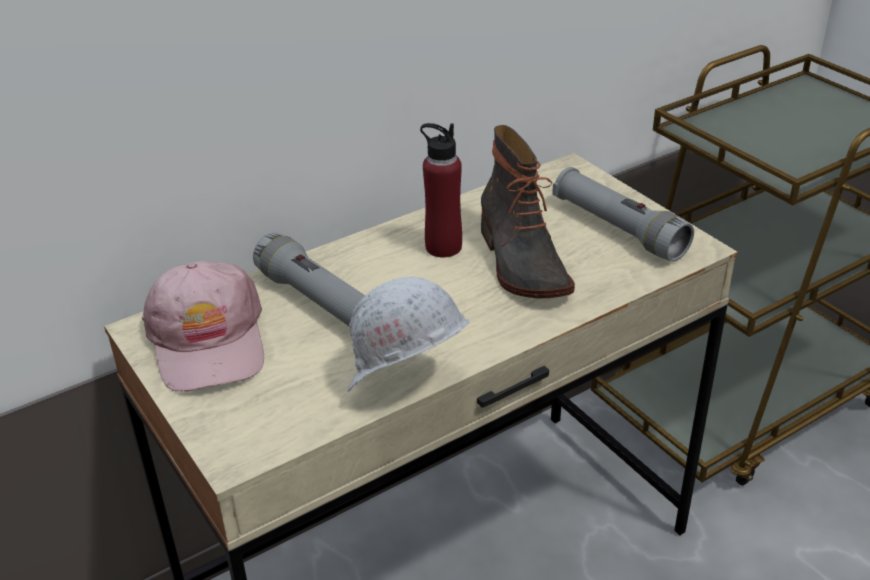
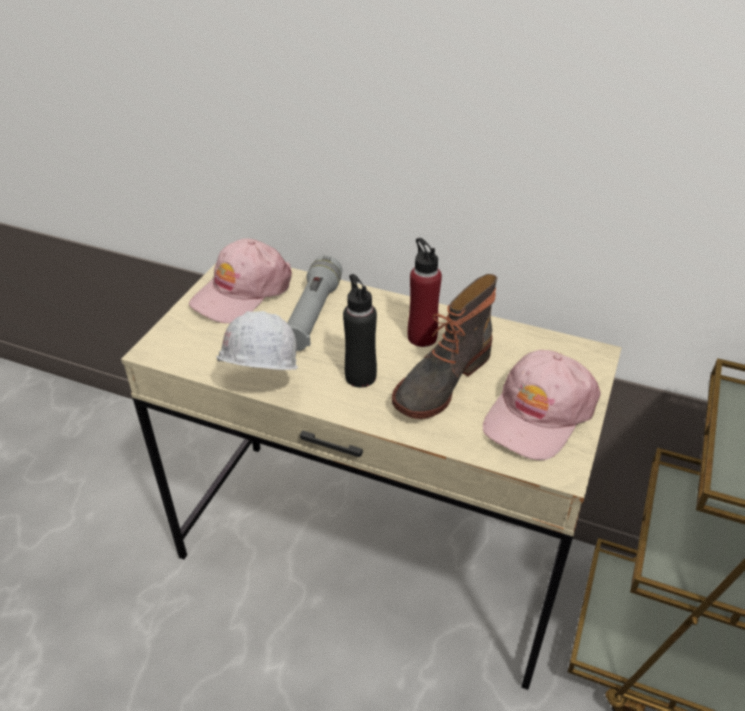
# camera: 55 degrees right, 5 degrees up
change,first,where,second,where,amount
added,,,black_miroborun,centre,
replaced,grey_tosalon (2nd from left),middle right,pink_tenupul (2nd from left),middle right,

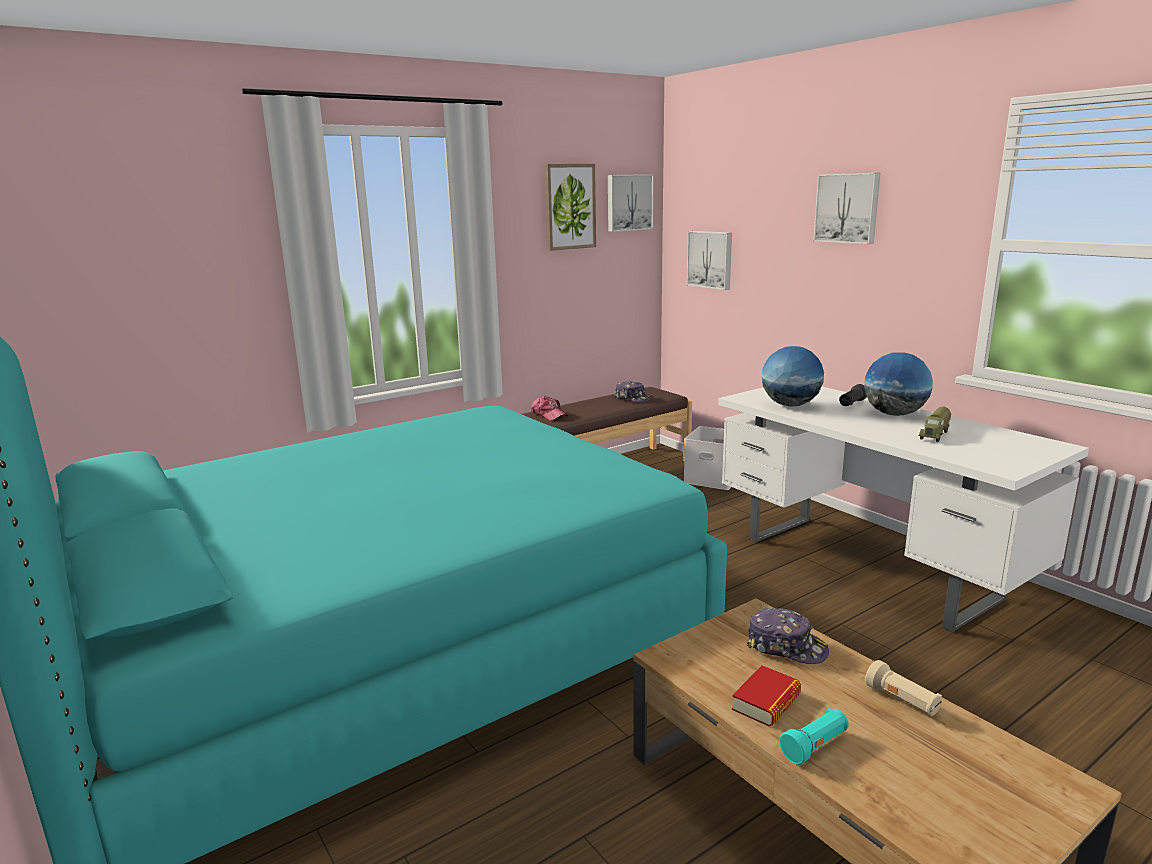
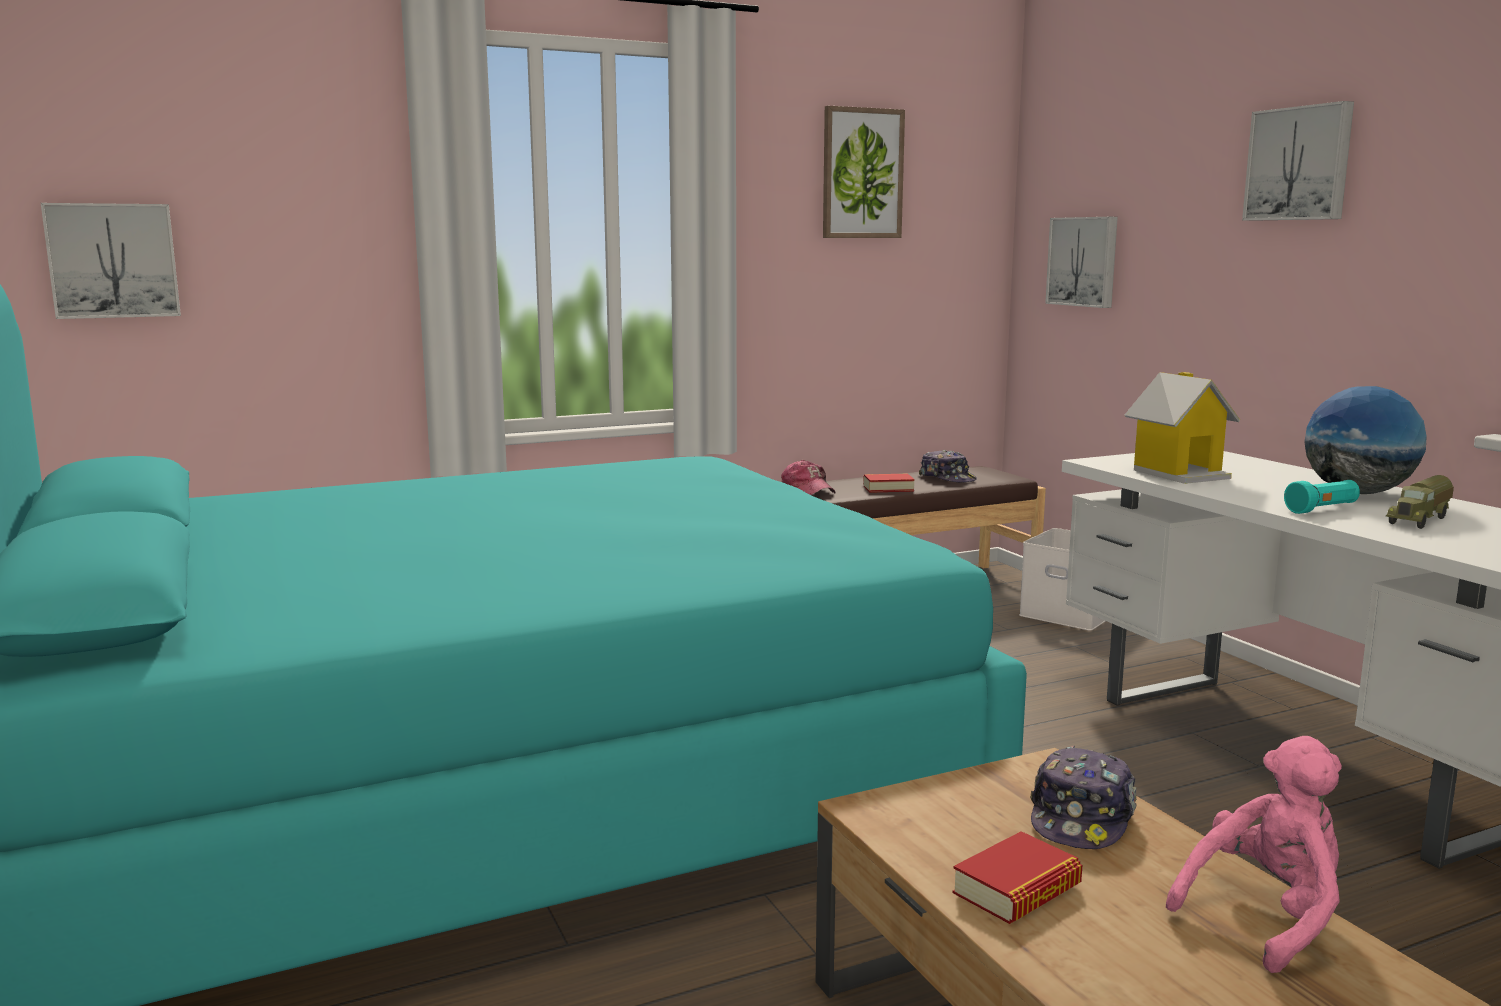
# camera: 10 degrees right, 5 degrees down
change,first,where,second,where,amount
removed,black_tosalon,middle right,,,
added,,,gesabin (1st from left),centre,
moved,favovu (2nd from left in the first image),top centre,favovu (1st from left),top left,
moved,turquoise_tosalon,bottom right,,middle right,
replaced,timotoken (1st from left),middle right,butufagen,middle right,
replaced,beige_tosalon,bottom right,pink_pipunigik,bottom right,
turned,tenupul (3rd from left),bottom right,,bottom right,75 degrees clockwise

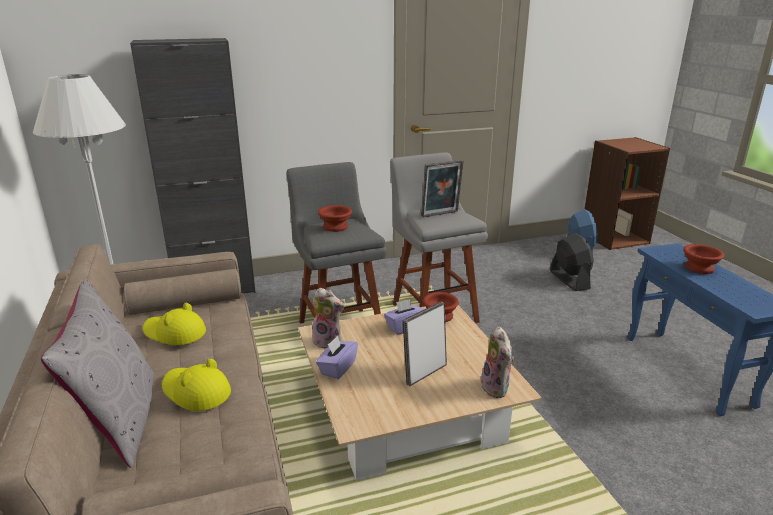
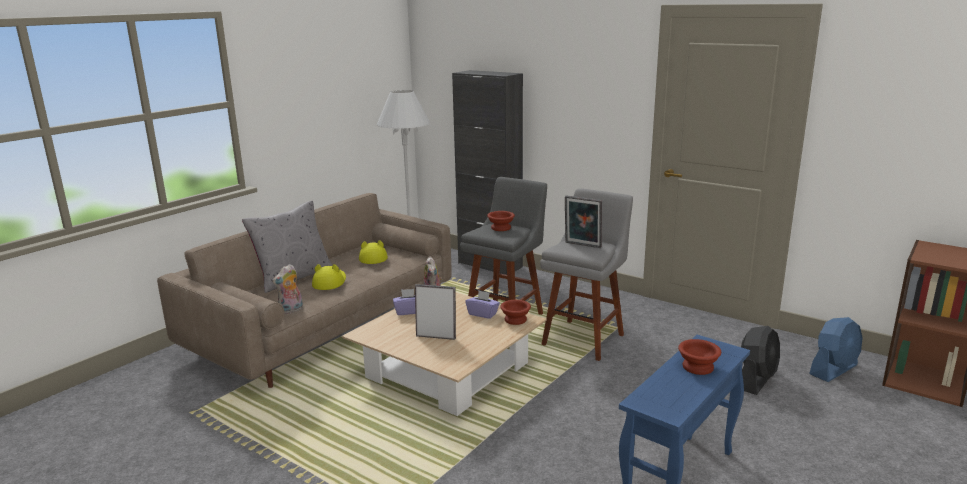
# camera: 55 degrees right, 5 degrees down
change,first,where,second,where,amount
moved,pipunigik (2nd from left in the first image),bottom centre,pipunigik (1st from left),middle left,

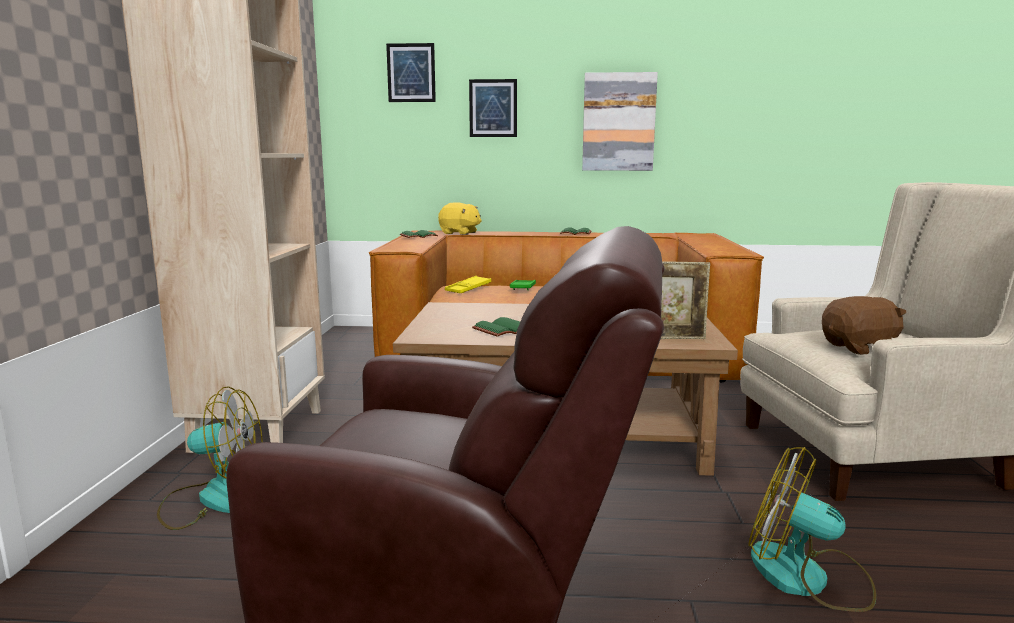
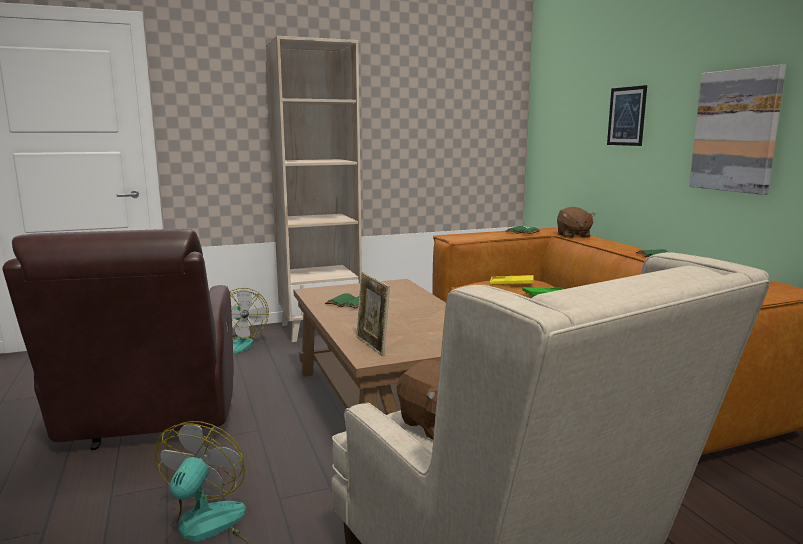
# camera: 65 degrees right, 0 degrees up
change,first,where,second,where,amount
removed,favovu (1st from left),top centre,,,
recoloured,yellow_pipunigik,centre,brown_pipunigik (2nd from left),middle right,

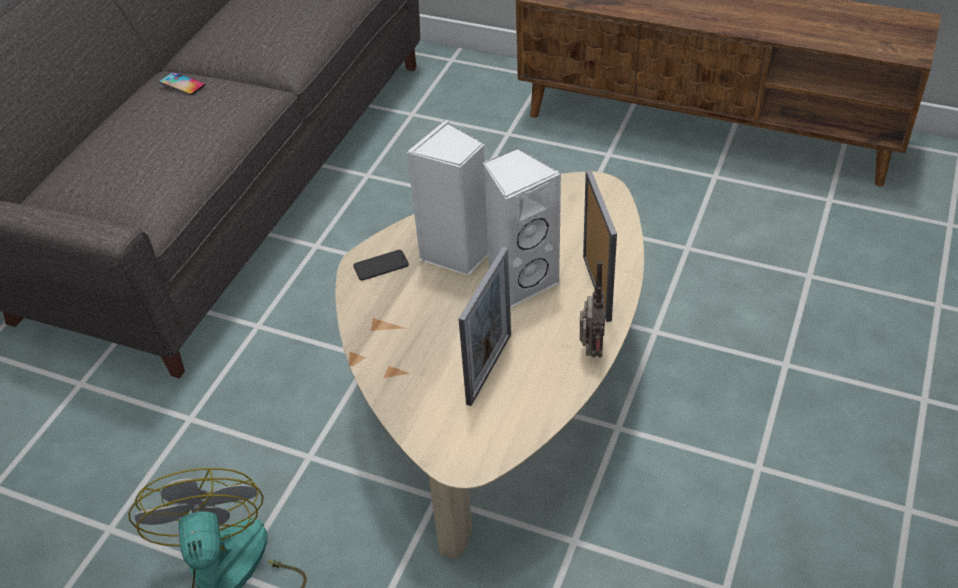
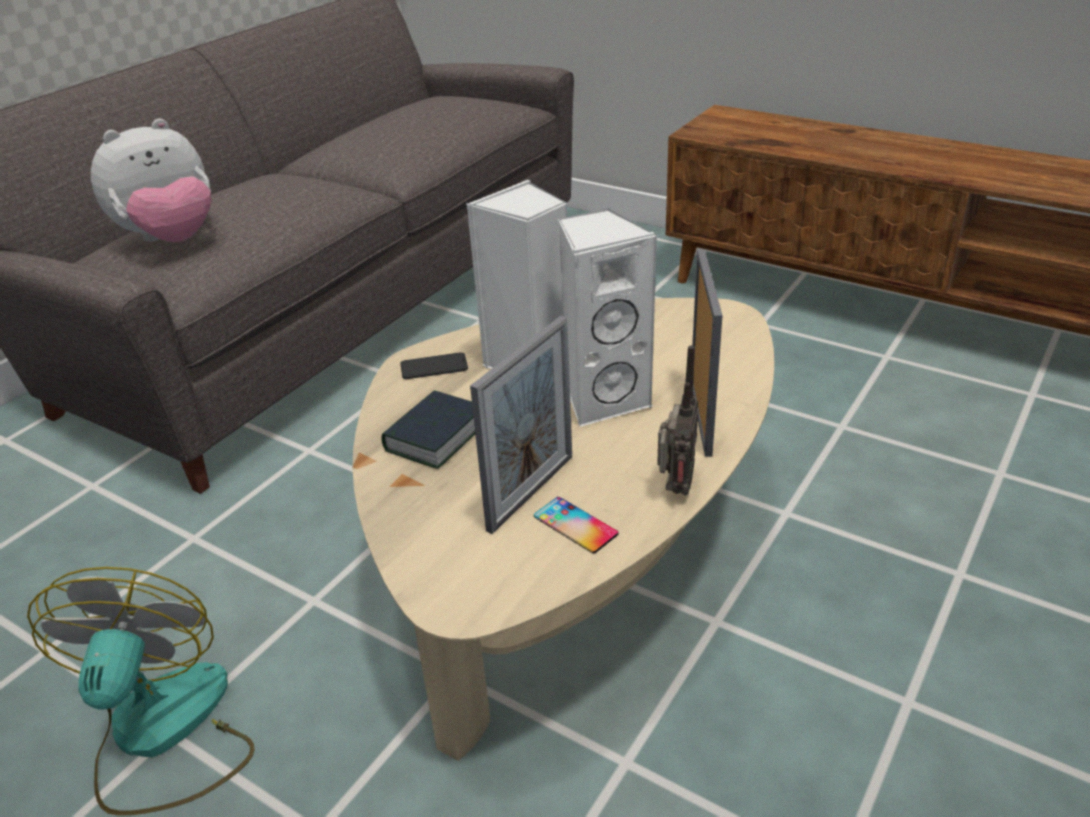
# camera: 10 degrees right, 10 degrees down
change,first,where,second,where,amount
added,,,pipunigik,top left,
added,,,gesabin,centre,
moved,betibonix (1st from left in the first image),top left,betibonix (2nd from left),centre,

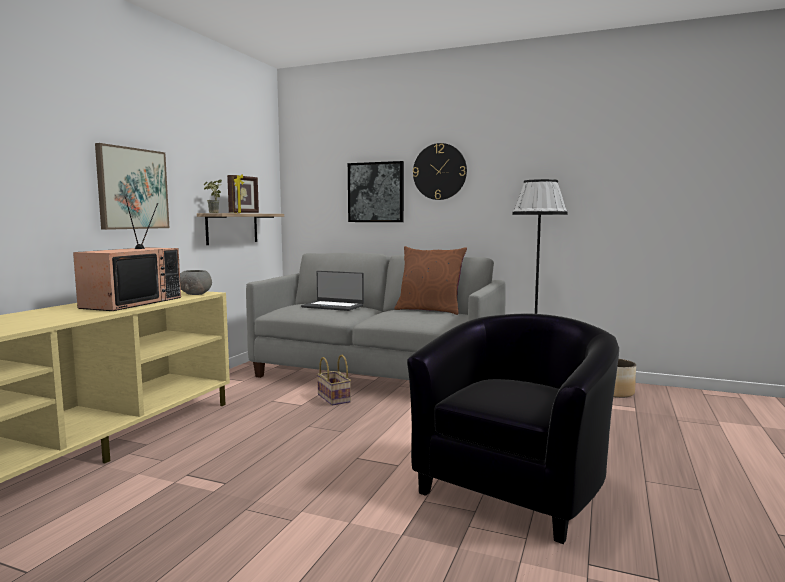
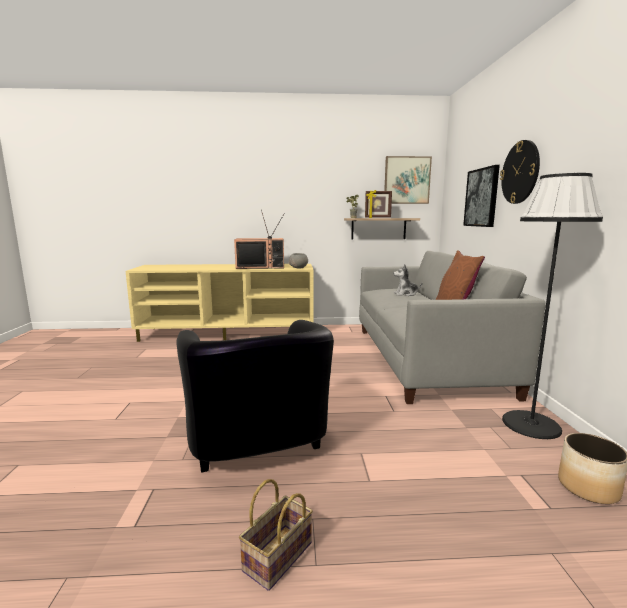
# camera: 65 degrees right, 5 degrees up
change,first,where,second,where,amount
moved,favovu (1st from left),top left,,top centre,
moved,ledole,centre,,bottom centre,
replaced,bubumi,centre,pipunigik,centre,
turned,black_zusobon,bottom centre,,centre,60 degrees clockwise

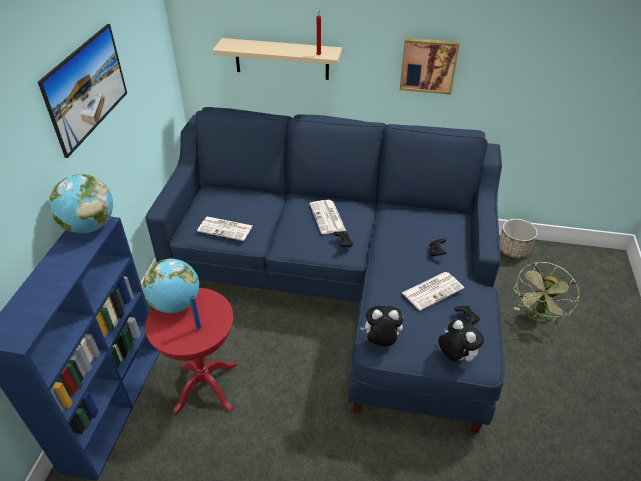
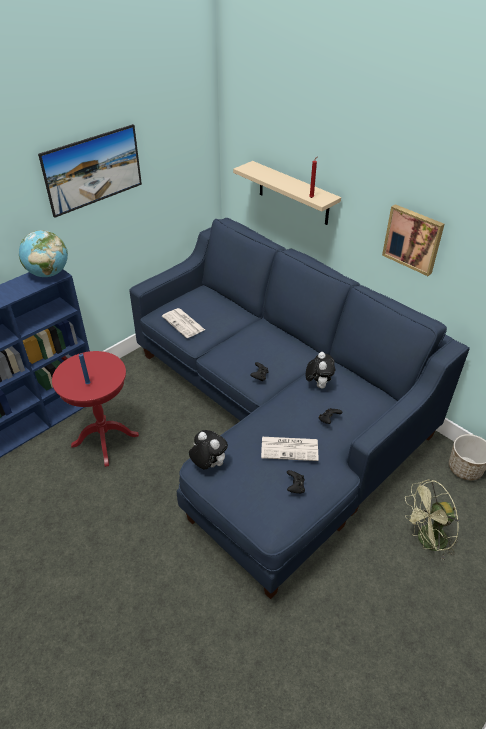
# camera: 35 degrees right, 0 degrees up
change,first,where,second,where,amount
removed,timotoken (2nd from left),middle left,,,
removed,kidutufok (2nd from left),centre,,,
moved,pipunigik (2nd from left),bottom right,,centre,

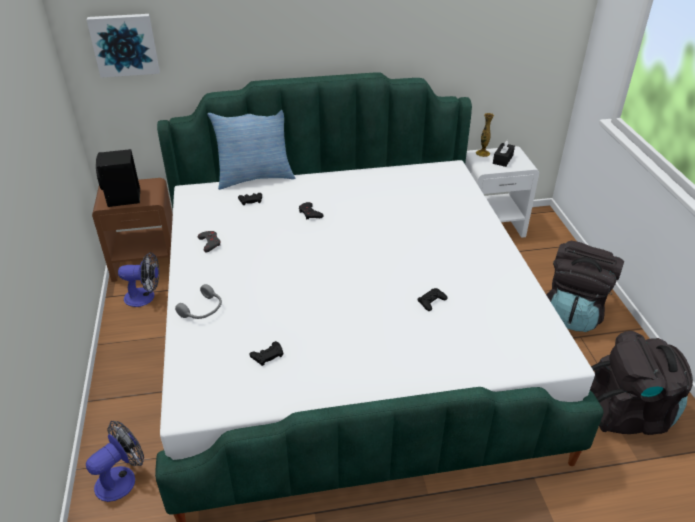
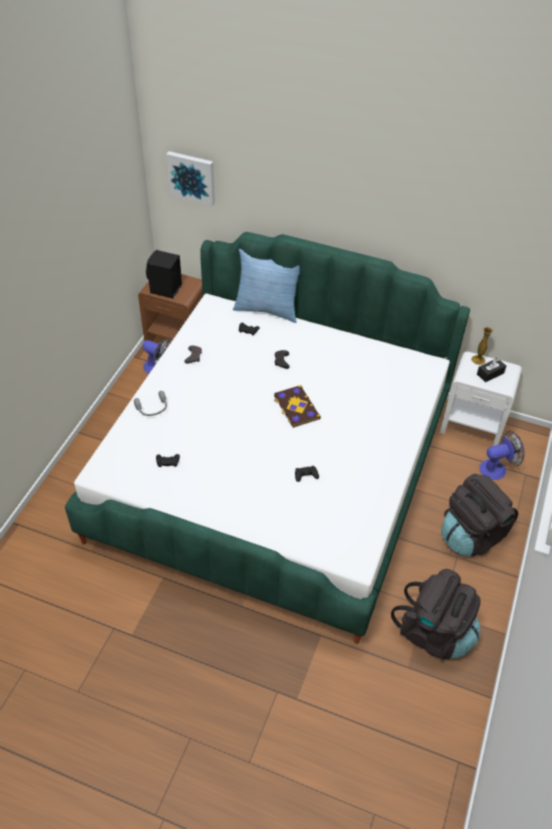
# camera: 30 degrees right, 10 degrees up
change,first,where,second,where,amount
added,,,gesabin,centre,
moved,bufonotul (1st from left in the first image),bottom left,bufonotul (2nd from left),middle right,

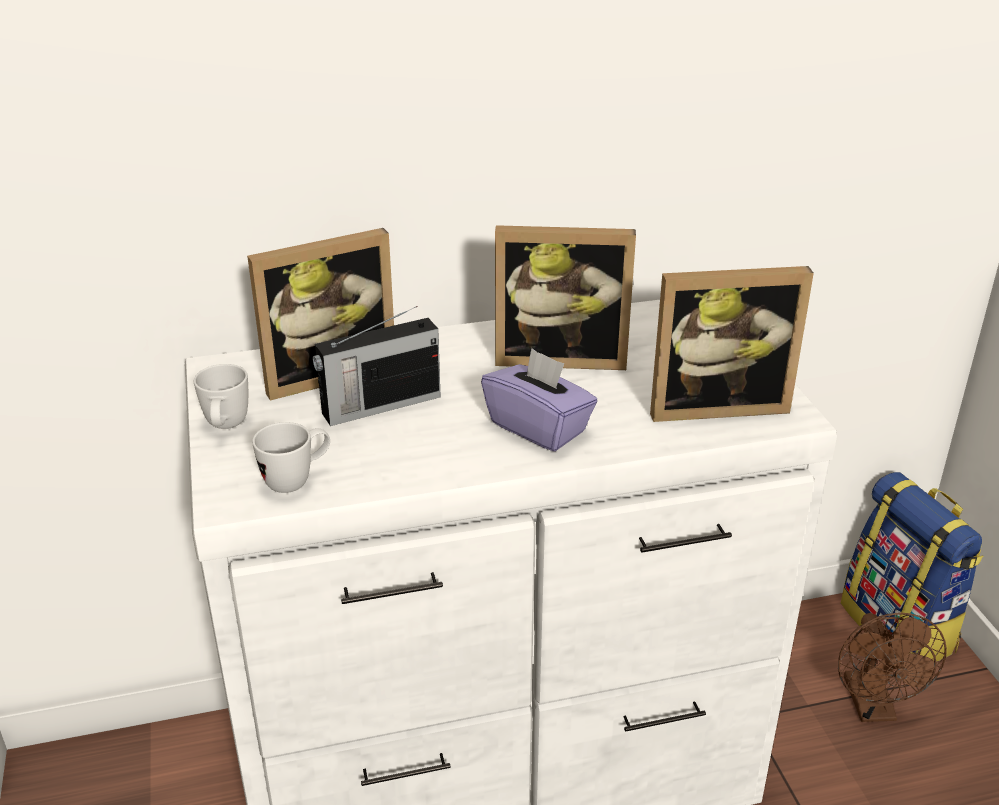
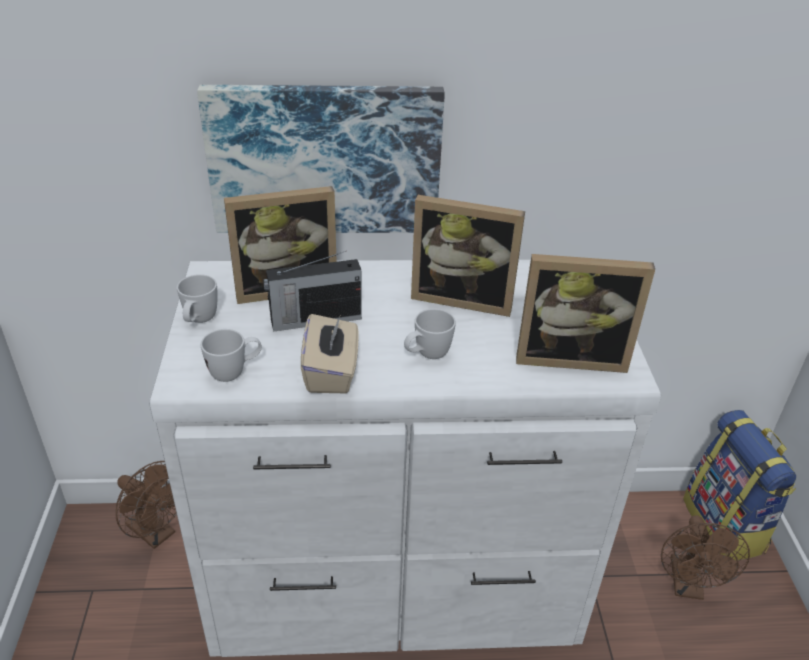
# camera: 10 degrees right, 5 degrees up
change,first,where,second,where,amount
added,,,brown_bufonotul (1st from left),bottom left,
added,,,favovu,top centre,
added,,,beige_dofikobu,centre,
replaced,purple_dofikobu,centre,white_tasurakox (3rd from left),centre,

